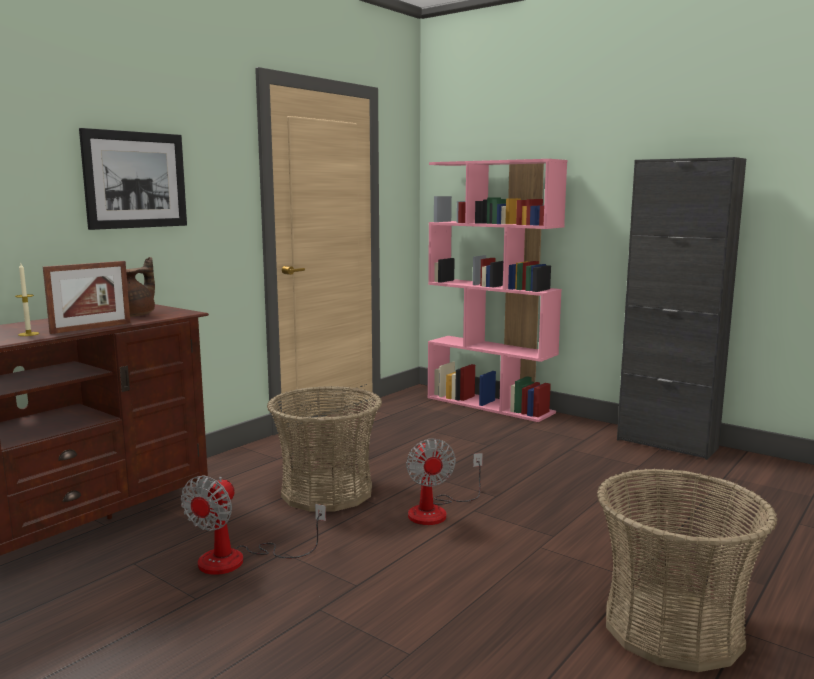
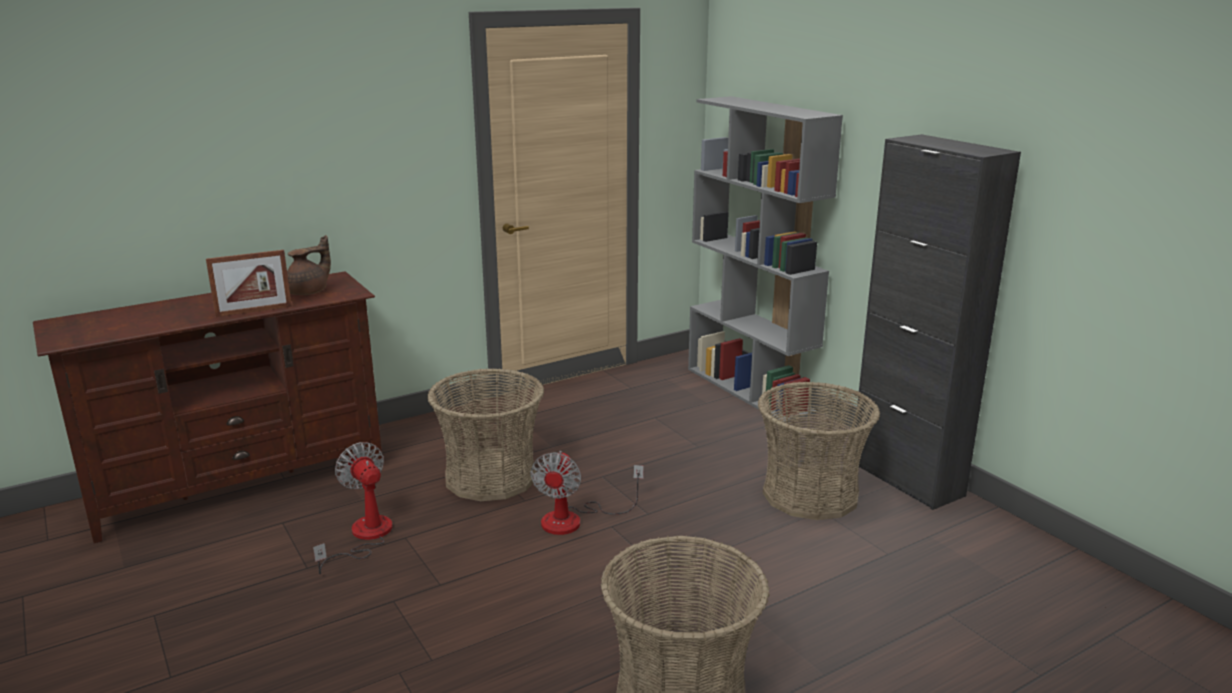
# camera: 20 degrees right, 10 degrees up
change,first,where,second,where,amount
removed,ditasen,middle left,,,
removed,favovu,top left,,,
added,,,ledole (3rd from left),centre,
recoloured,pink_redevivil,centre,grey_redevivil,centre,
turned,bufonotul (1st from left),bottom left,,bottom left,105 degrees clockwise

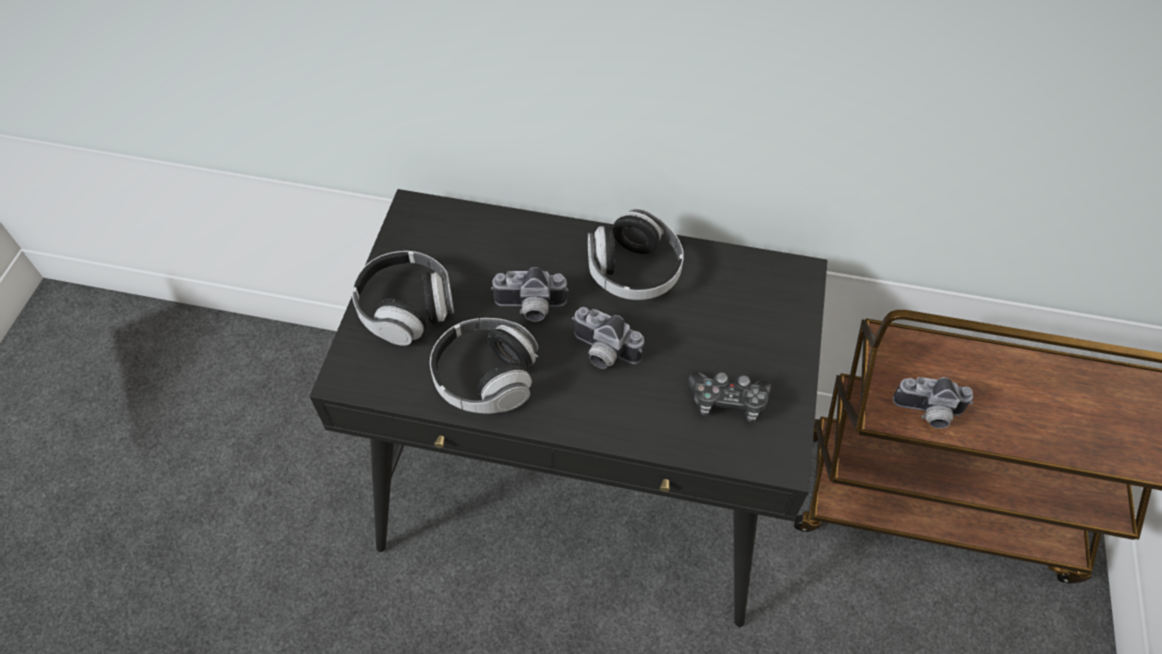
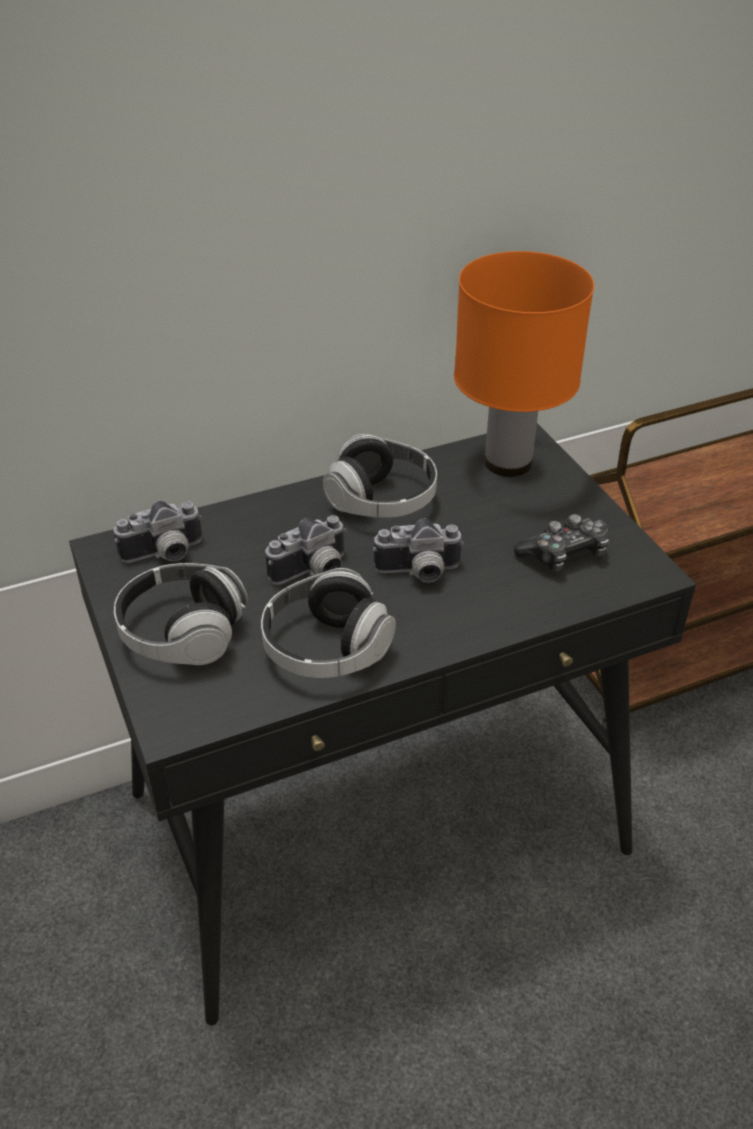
# camera: 35 degrees left, 15 degrees down
change,first,where,second,where,amount
added,,,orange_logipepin,top right,
moved,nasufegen (3rd from left in the first image),middle right,nasufegen (1st from left),middle left,

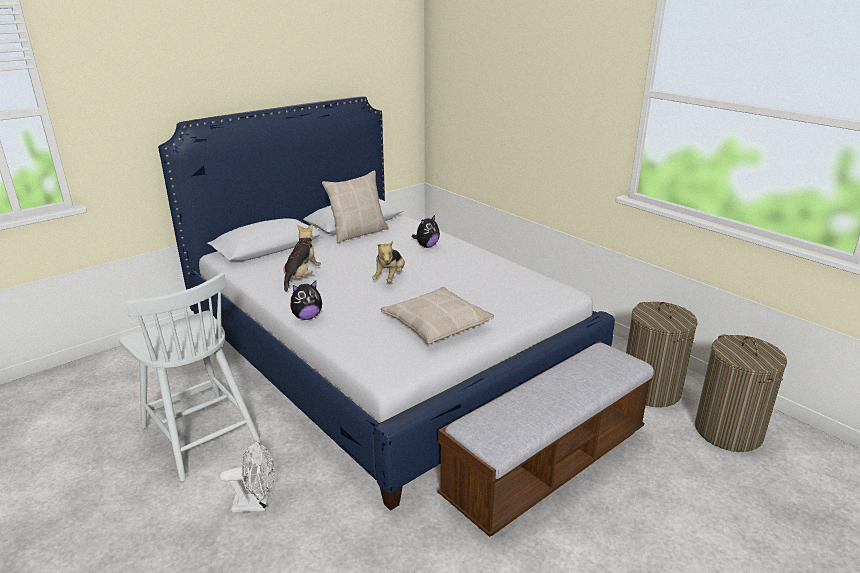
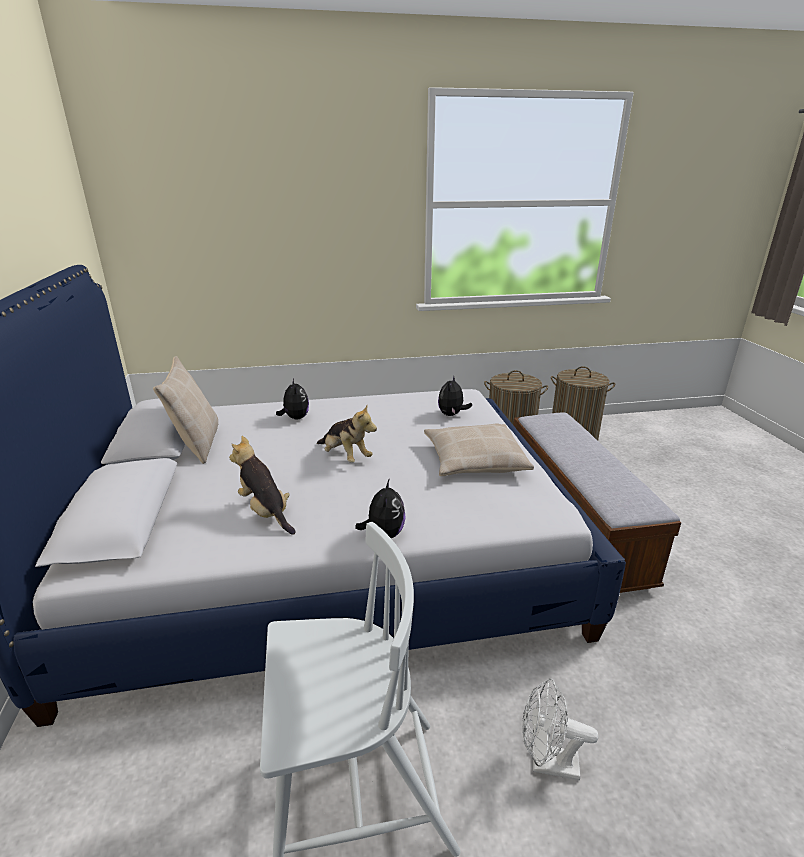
# camera: 60 degrees left, 0 degrees up
change,first,where,second,where,amount
added,,,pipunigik (5th from left),centre,
turned,white_bufonotul,bottom left,,bottom right,105 degrees counterclockwise

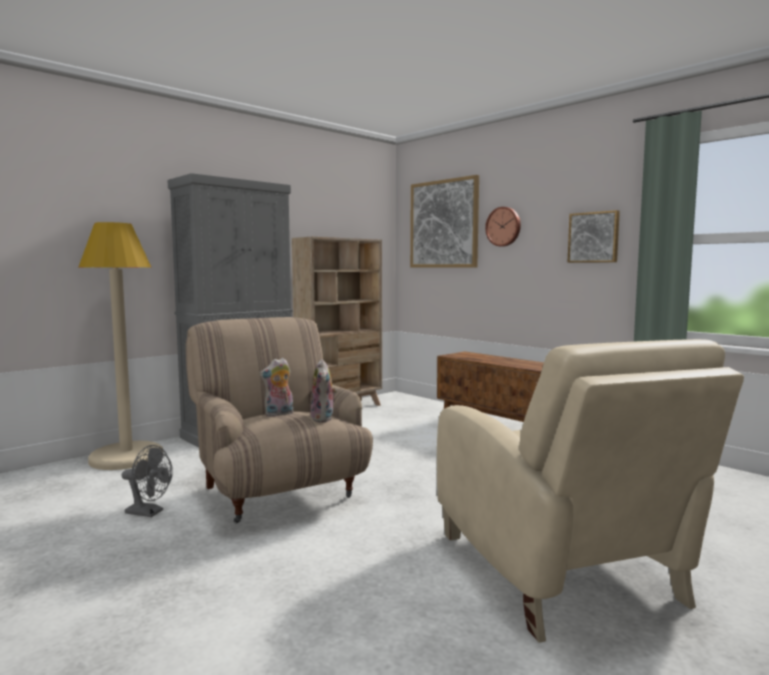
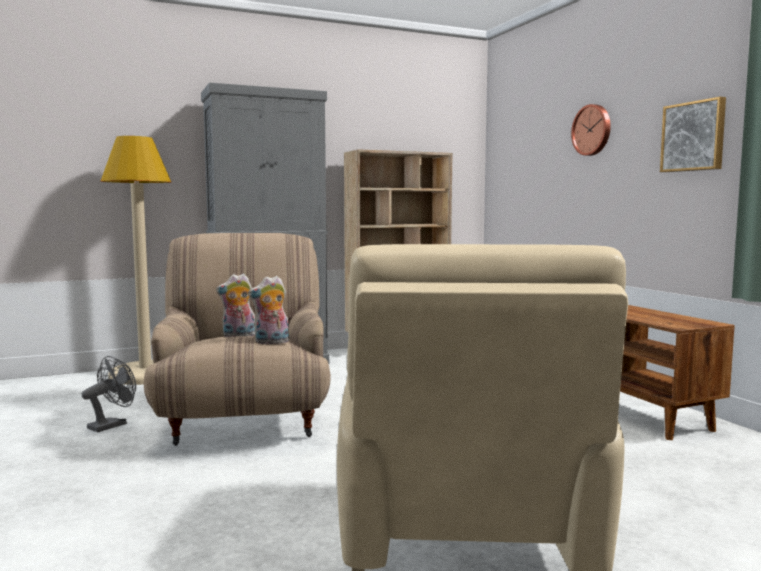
# camera: 20 degrees right, 0 degrees up
change,first,where,second,where,amount
removed,favovu (1st from left),top centre,,,
turned,grey_bufonotul,bottom left,,bottom left,90 degrees counterclockwise
turned,pipunigik (2nd from left),centre,,centre,60 degrees clockwise

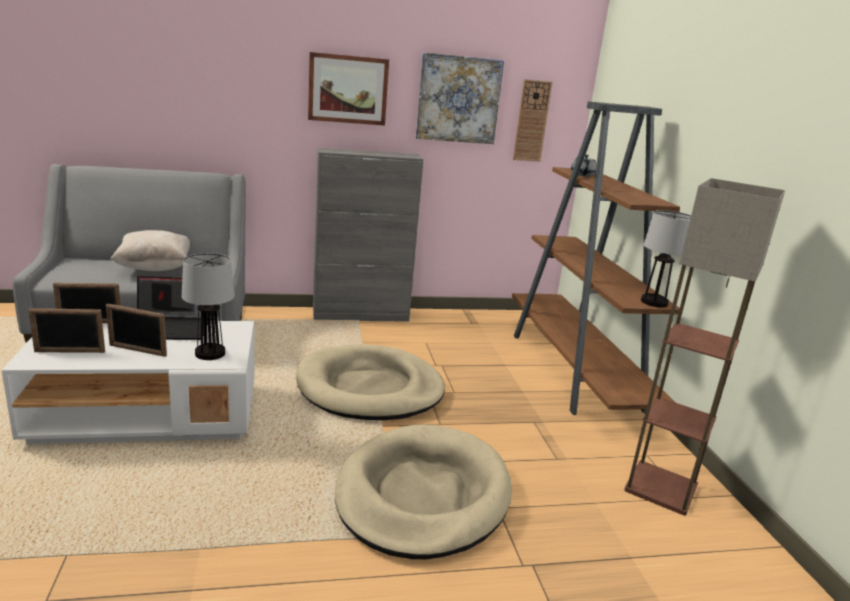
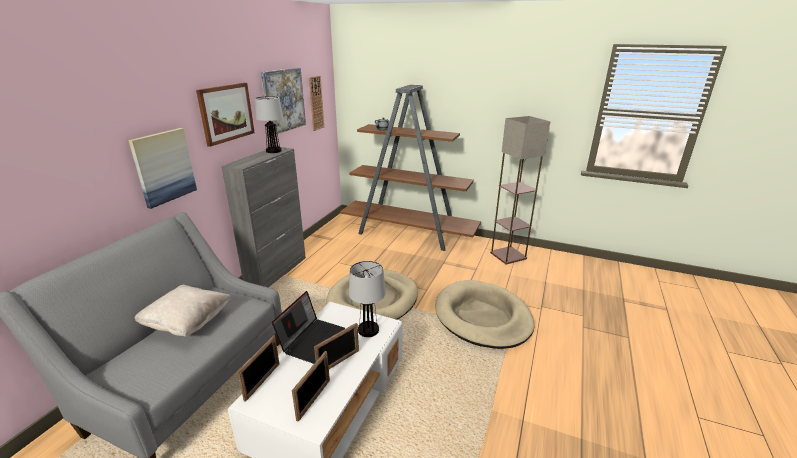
# camera: 55 degrees left, 5 degrees up
change,first,where,second,where,amount
added,,,favovu (1st from left),middle left,
moved,logipepin (2nd from left in the first image),middle right,logipepin (1st from left),top centre,

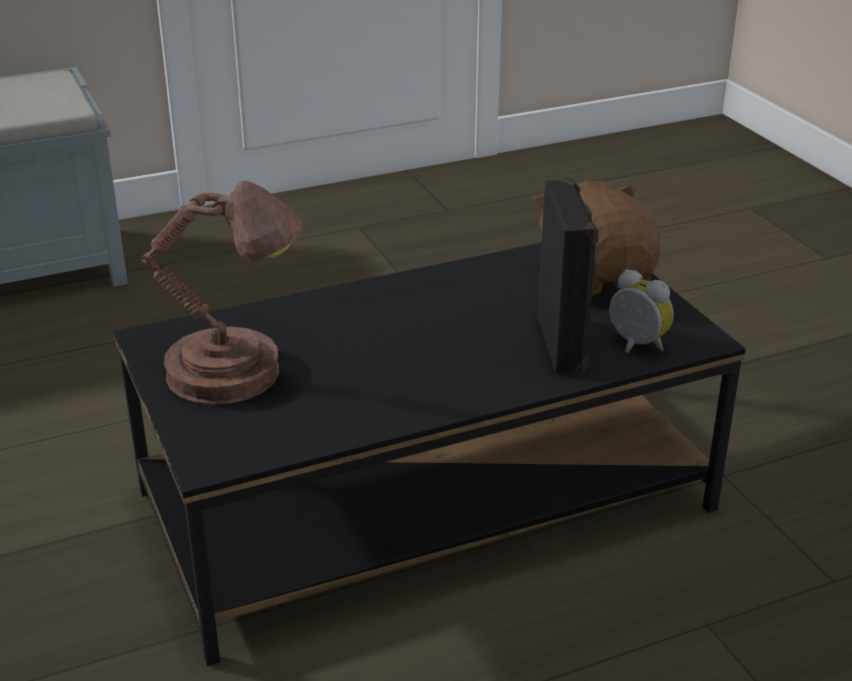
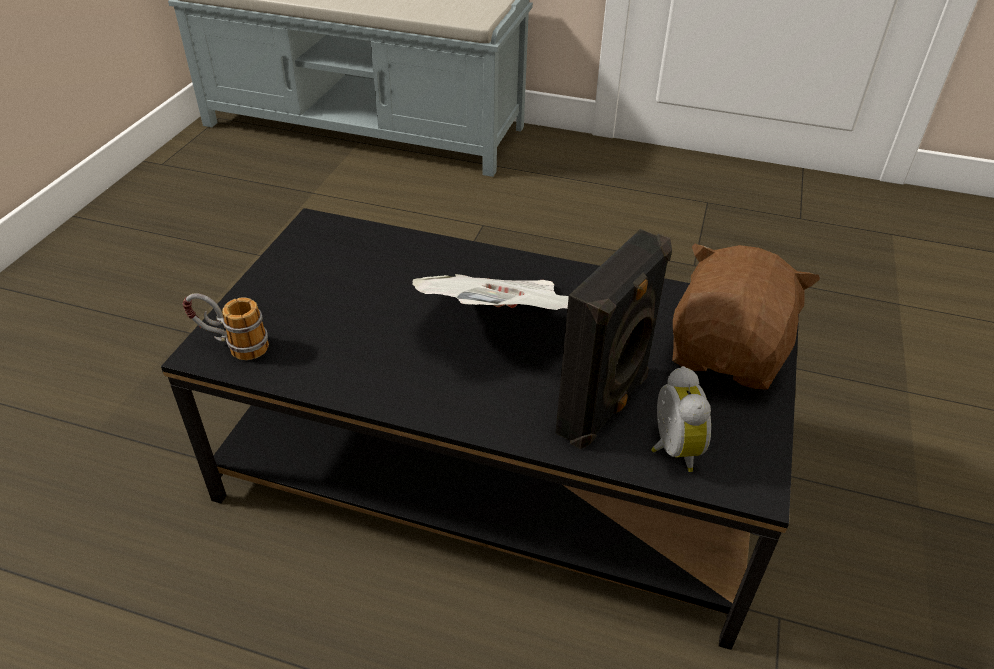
# camera: 40 degrees right, 10 degrees up
change,first,where,second,where,amount
removed,brown_logipepin,middle left,,,
added,,,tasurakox,middle left,
added,,,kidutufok,centre,

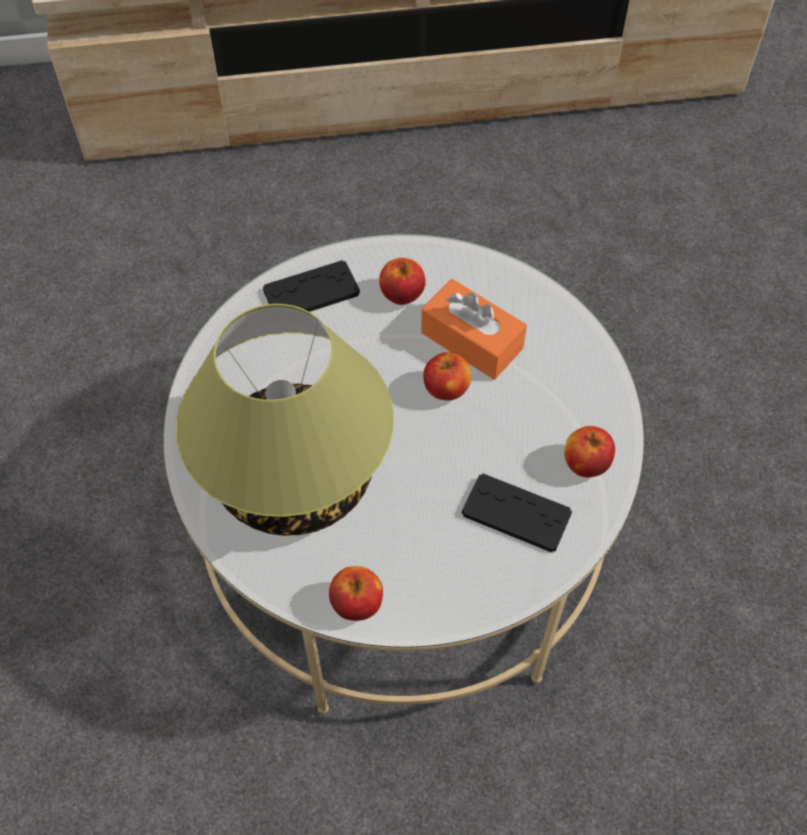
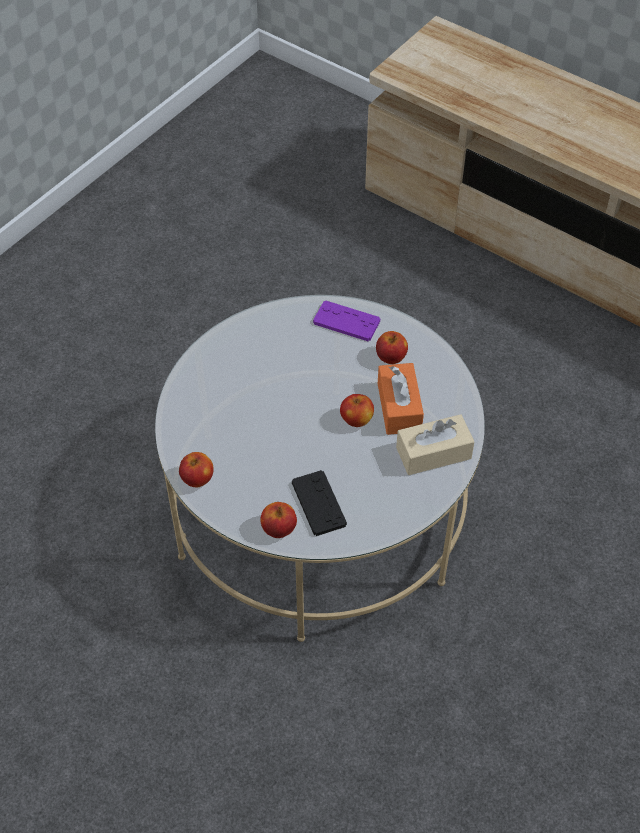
# camera: 45 degrees right, 5 degrees down
change,first,where,second,where,amount
removed,logipepin,centre,,,
added,,,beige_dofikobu,middle right,
moved,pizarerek (4th from left in the first image),middle right,pizarerek (2nd from left),centre,
recoloured,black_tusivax (1st from left),centre,purple_tusivax,centre,

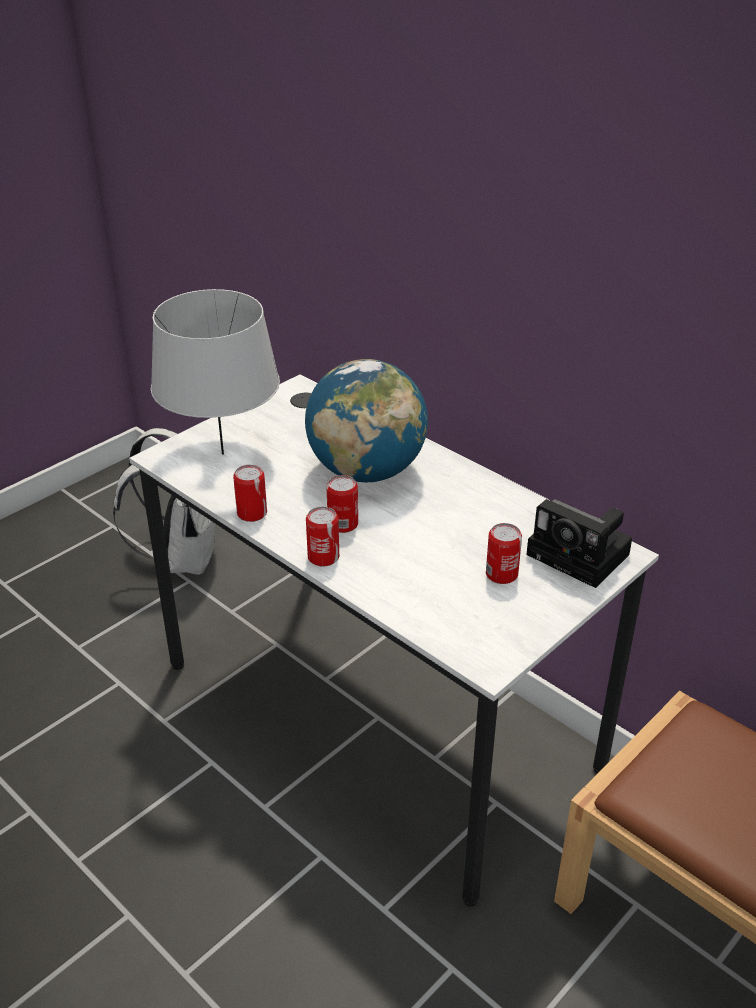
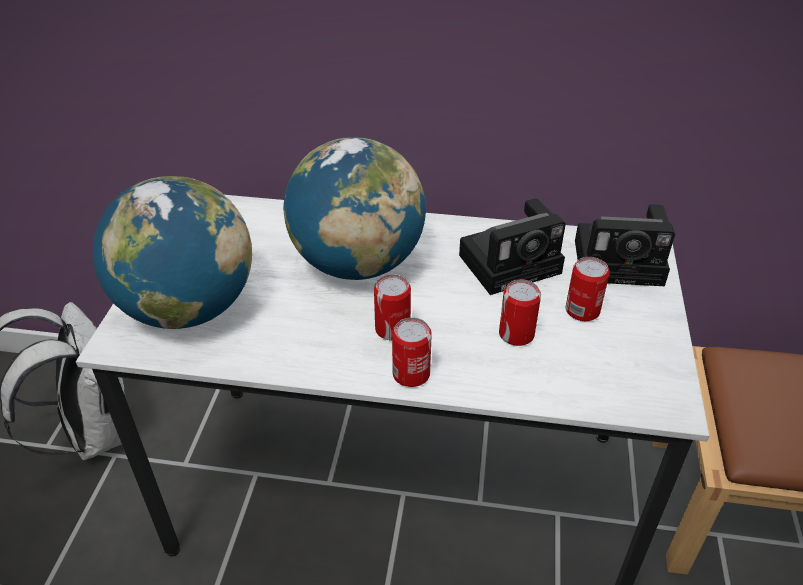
# camera: 35 degrees left, 5 degrees up
change,first,where,second,where,amount
added,,,nasufegen (1st from left),centre,
moved,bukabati (1st from left in the first image),middle left,bukabati (3rd from left),centre,
replaced,grey_logipepin,middle left,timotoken (1st from left),middle left,

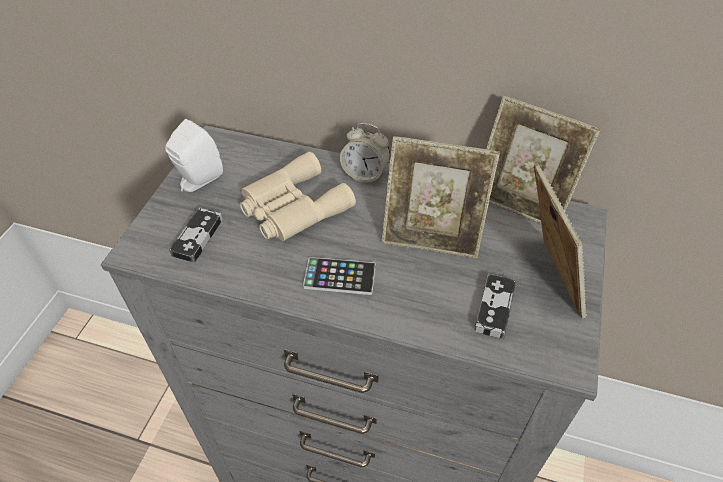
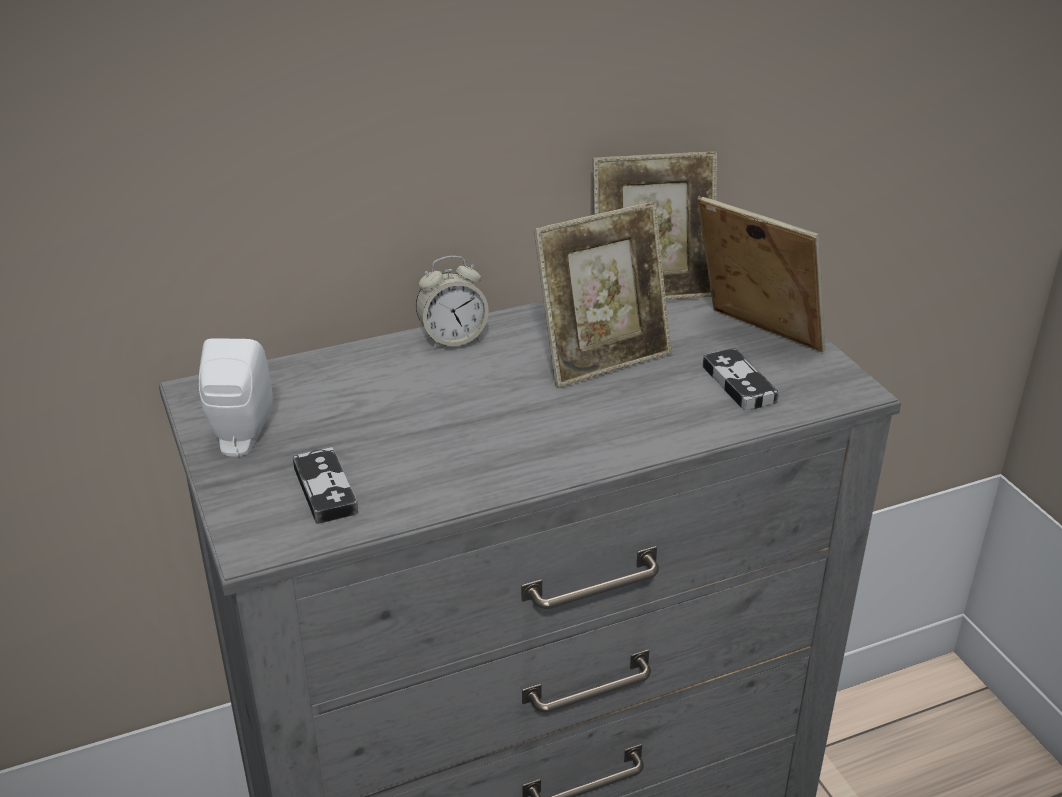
# camera: 40 degrees left, 15 degrees down
change,first,where,second,where,amount
removed,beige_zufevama,centre,,,
removed,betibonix,centre,,,

